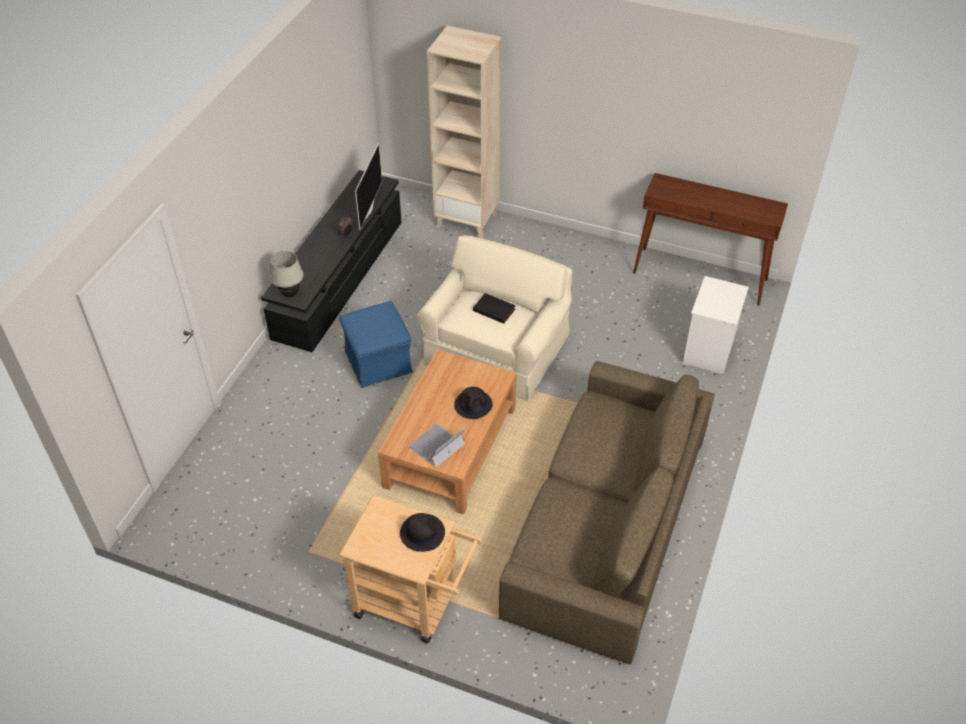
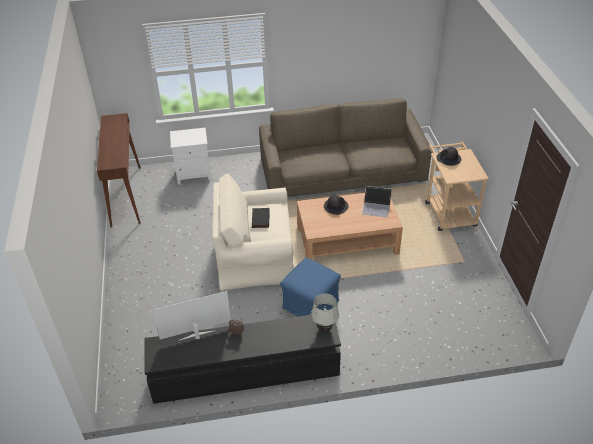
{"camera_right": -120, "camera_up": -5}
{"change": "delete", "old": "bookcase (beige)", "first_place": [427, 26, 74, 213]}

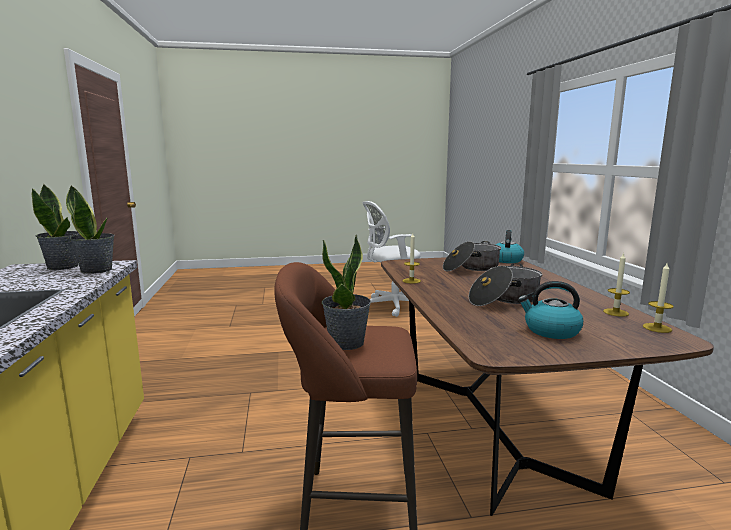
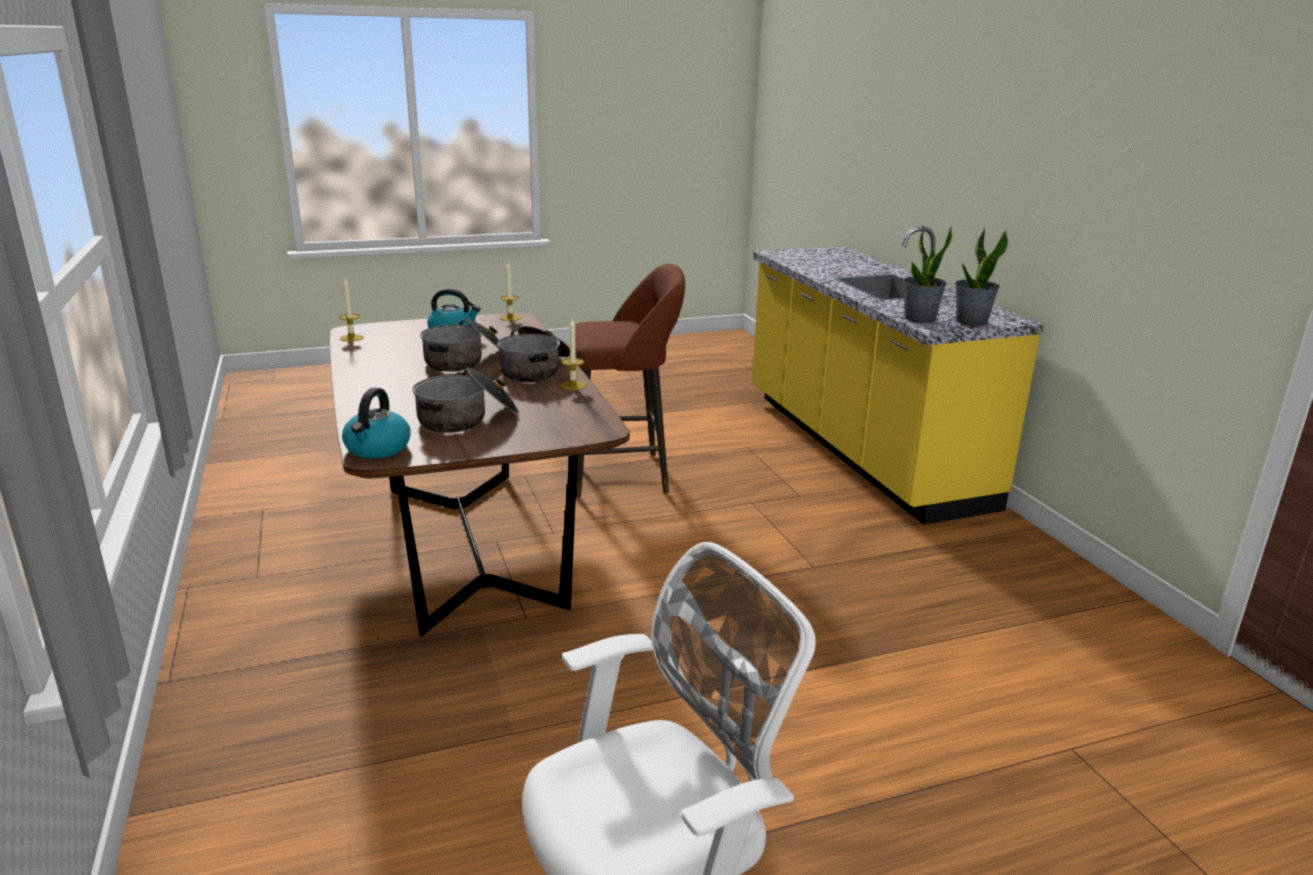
{"camera_right": 170, "camera_up": 10}
{"change": "delete", "old": "potted plant", "first_place": [322, 234, 49, 116]}
{"change": "move", "old": "candle", "first_place": [603, 252, 27, 65], "second_place": [500, 263, 21, 58]}
{"change": "insert", "new": "cooking pot", "second_place": [497, 326, 73, 56]}

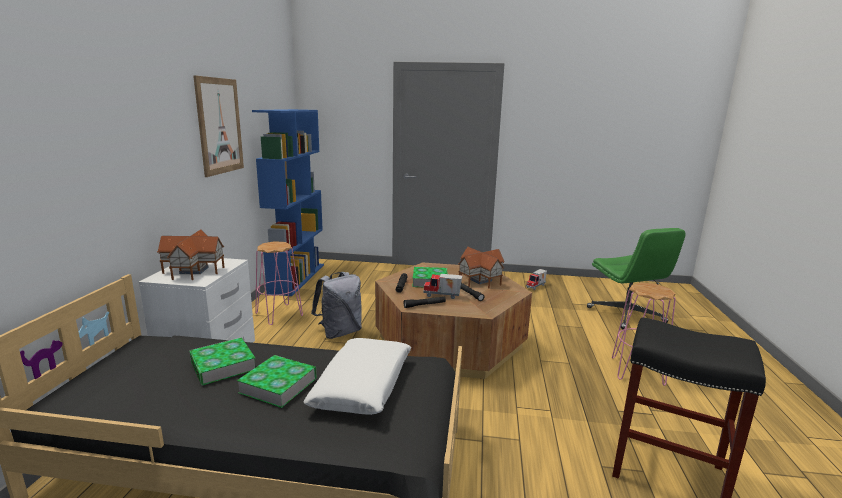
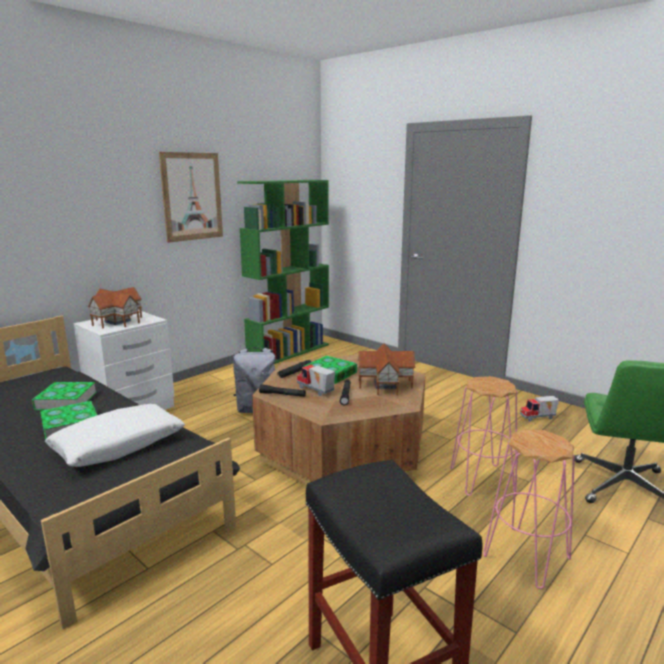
{"camera_right": 35, "camera_up": 0}
{"change": "recolor", "old": "bookcase (blue)", "new": "bookcase (green)", "first_place": [252, 109, 72, 187], "second_place": [237, 180, 92, 184]}
{"change": "move", "old": "stool (pink)", "first_place": [255, 241, 48, 84], "second_place": [450, 376, 67, 120]}

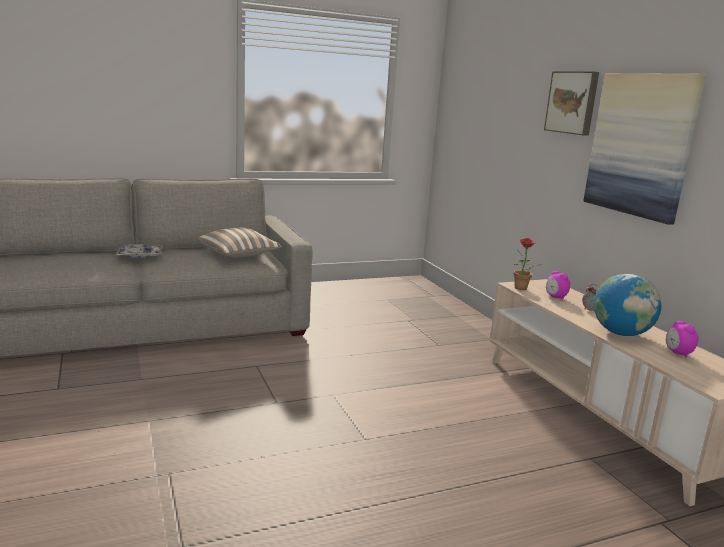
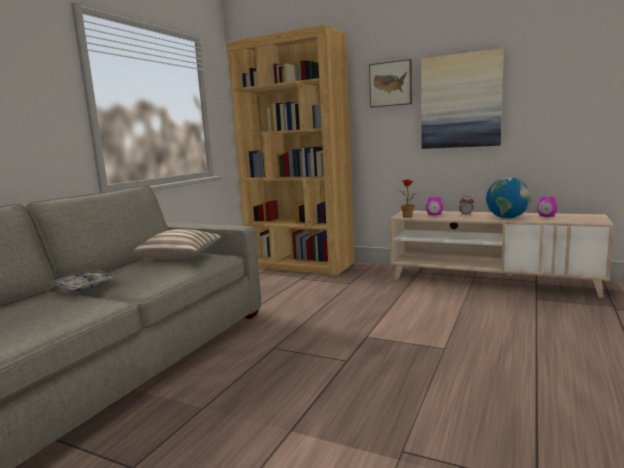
{"camera_right": -40, "camera_up": -5}
{"change": "insert", "new": "bookcase (brown)", "second_place": [226, 24, 129, 252]}

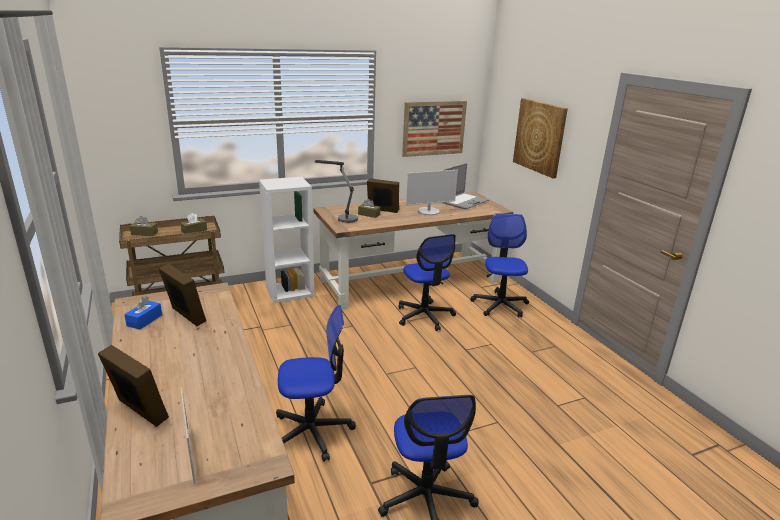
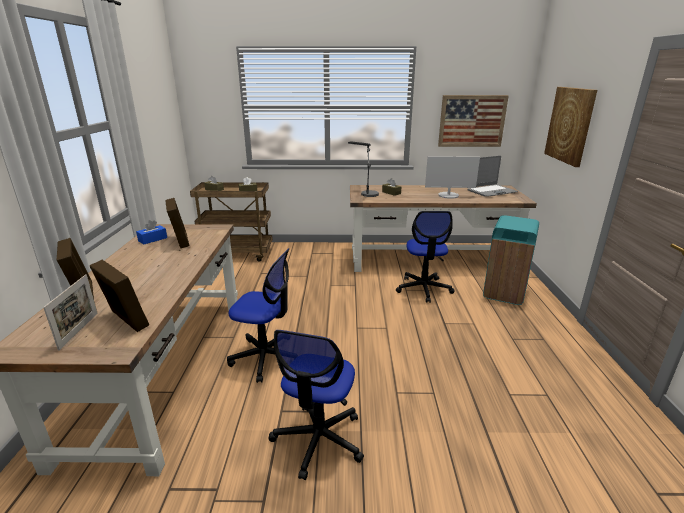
{"camera_right": 25, "camera_up": 0}
{"change": "delete", "old": "bookcase (white)", "first_place": [259, 177, 55, 126]}
{"change": "move", "old": "picture frame", "first_place": [367, 178, 32, 35], "second_place": [90, 260, 59, 72]}
{"change": "replace", "old": "office chair", "new": "trash can (turquoise)", "first_place": [470, 213, 59, 104], "second_place": [483, 215, 56, 90]}

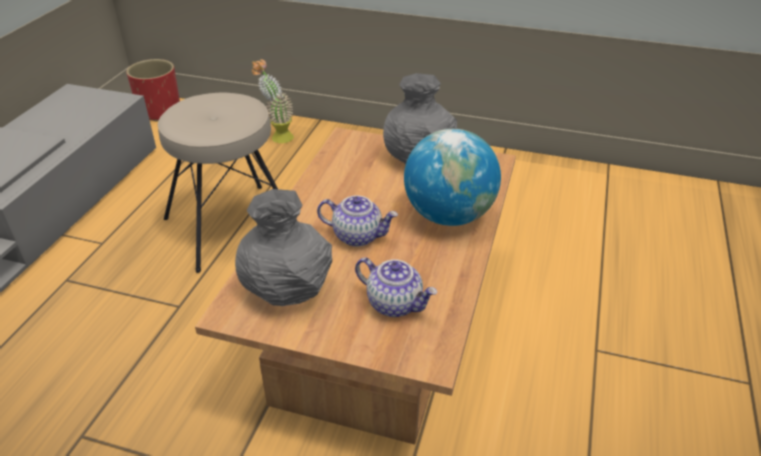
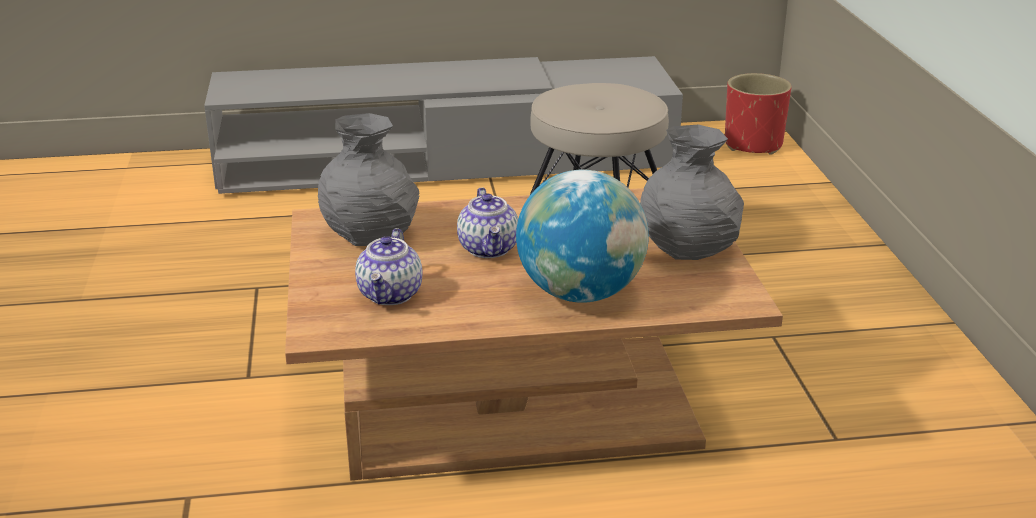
{"camera_right": 65, "camera_up": -10}
{"change": "delete", "old": "potted plant", "first_place": [252, 59, 42, 84]}

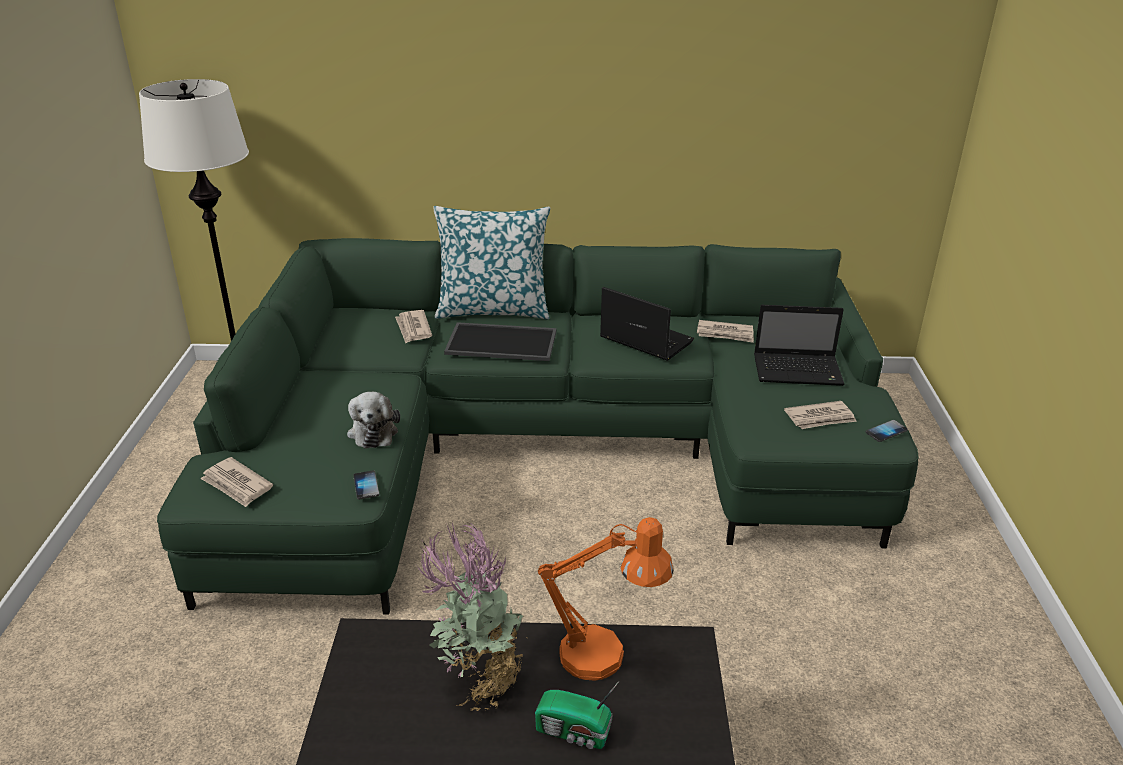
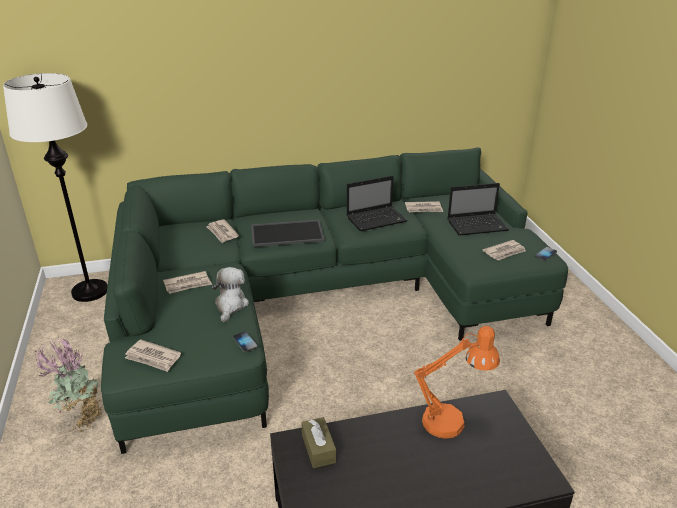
{"camera_right": -15, "camera_up": 0}
{"change": "delete", "old": "pillow", "first_place": [433, 206, 117, 114]}
{"change": "rotate", "old": "laptop", "first_place": [600, 287, 94, 74], "second_place": [346, 176, 61, 55], "degrees": 135}
{"change": "rotate", "old": "plush toy", "first_place": [347, 392, 53, 57], "second_place": [211, 267, 38, 56], "degrees": -150}
{"change": "move", "old": "potted plant", "first_place": [417, 520, 108, 191], "second_place": [34, 338, 68, 94]}
{"change": "delete", "old": "radio", "first_place": [535, 681, 84, 68]}
{"change": "insert", "new": "newspaper", "second_place": [163, 271, 49, 23]}
{"change": "insert", "new": "tissue box (brown)", "second_place": [301, 417, 35, 51]}

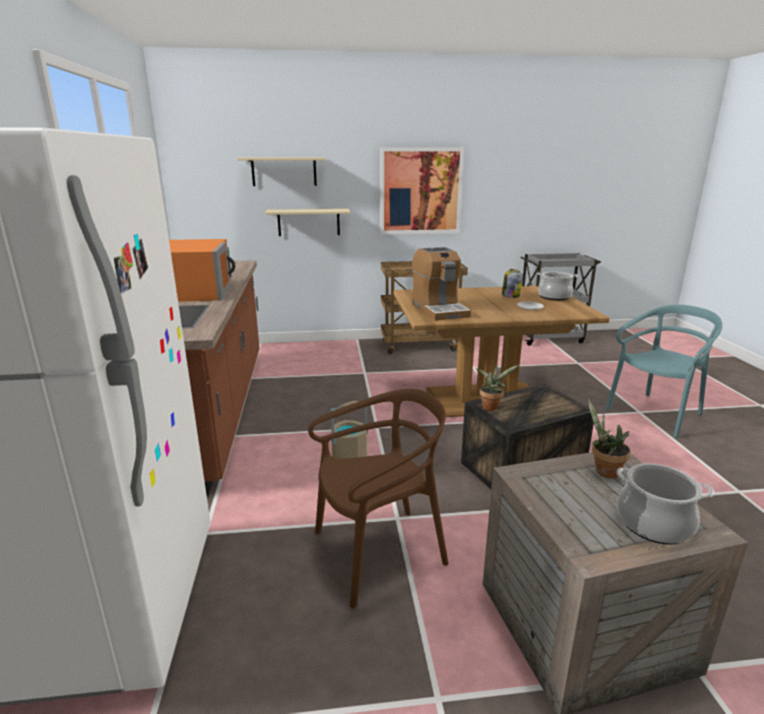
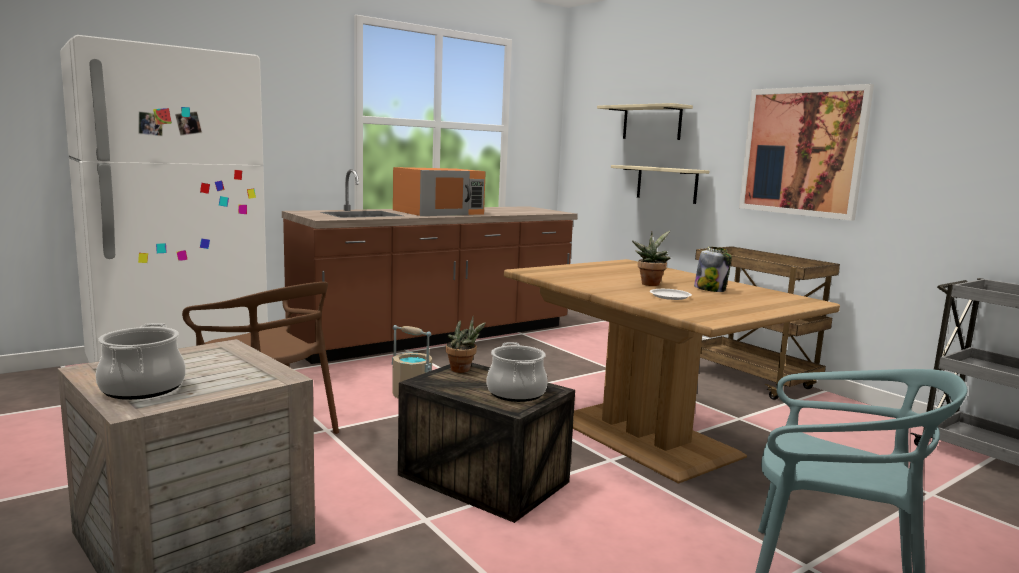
{"camera_right": 60, "camera_up": -10}
{"change": "delete", "old": "coffee machine", "first_place": [412, 247, 59, 74]}
{"change": "move", "old": "cooking pot", "first_place": [537, 272, 41, 29], "second_place": [487, 342, 61, 60]}
{"change": "move", "old": "potted plant", "first_place": [588, 399, 42, 79], "second_place": [632, 230, 38, 56]}

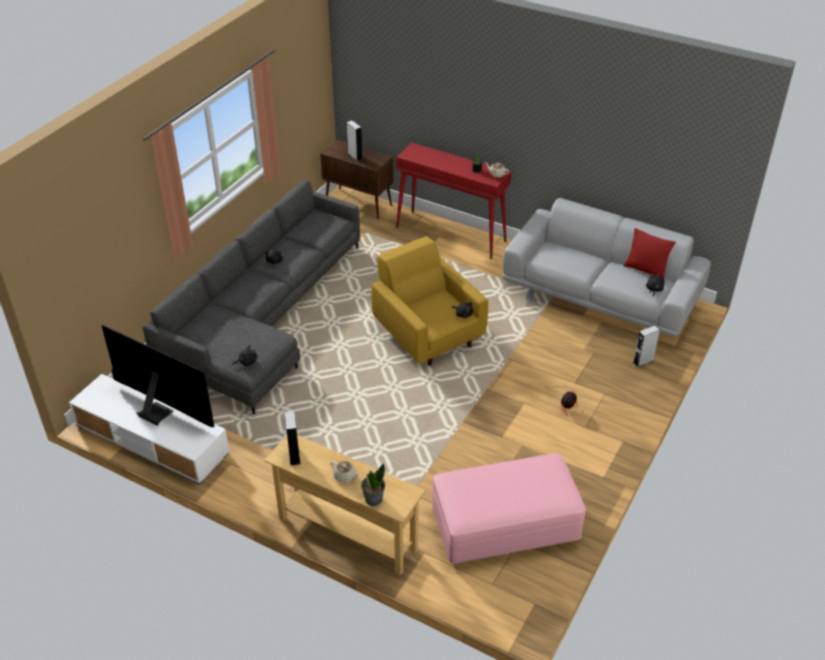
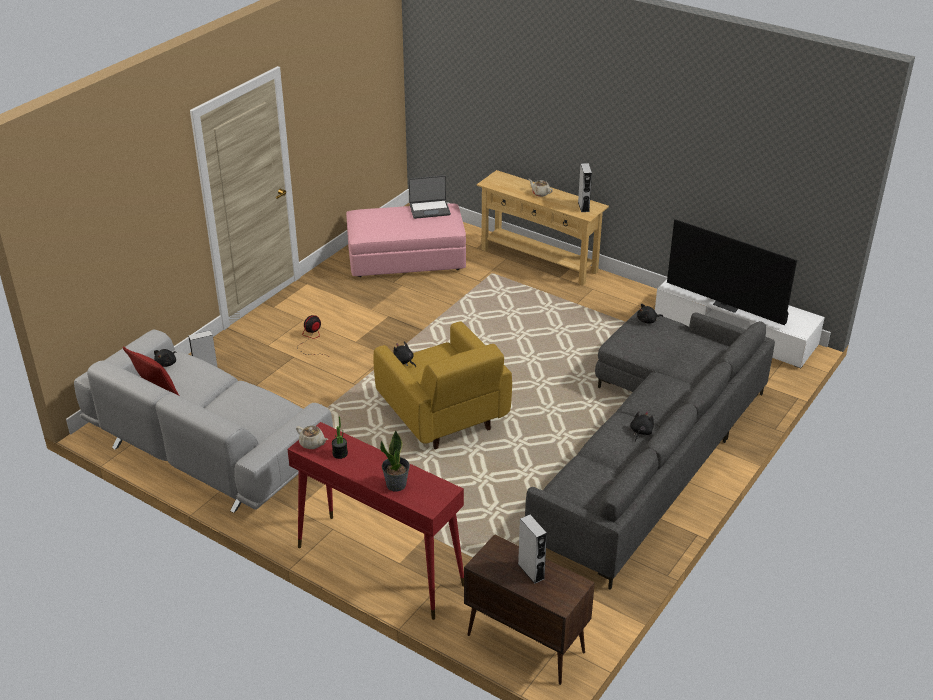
{"camera_right": -175, "camera_up": -5}
{"change": "move", "old": "potted plant", "first_place": [361, 463, 24, 43], "second_place": [380, 431, 30, 61]}
{"change": "insert", "new": "laptop", "second_place": [409, 175, 42, 44]}

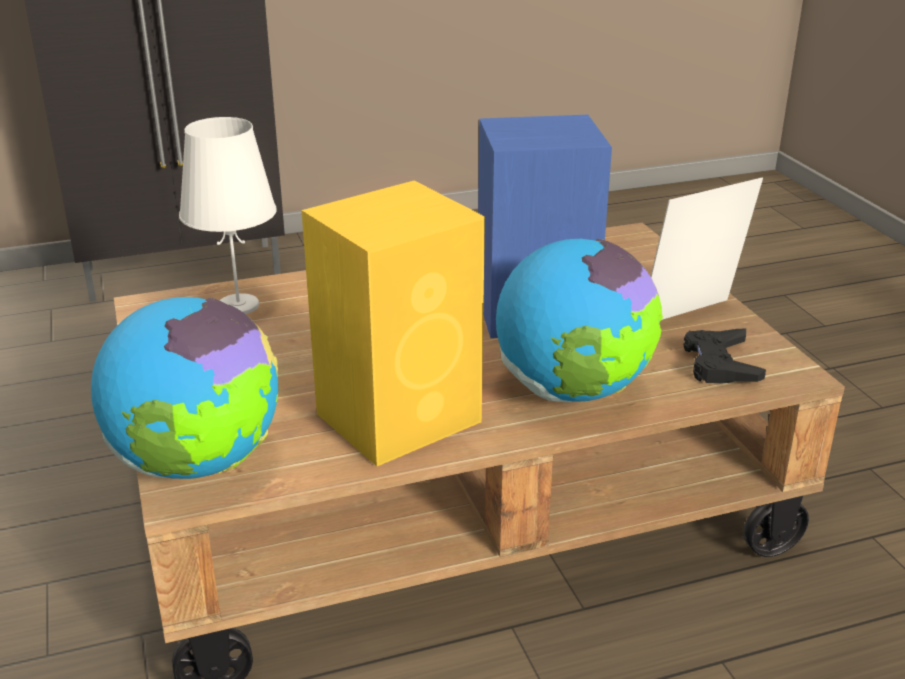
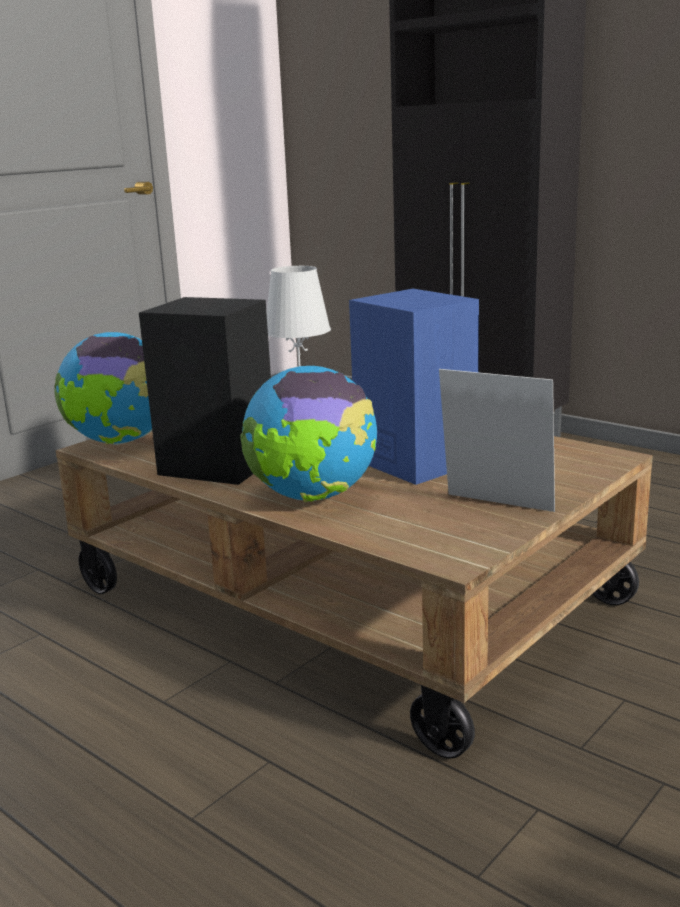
{"camera_right": 60, "camera_up": -10}
{"change": "recolor", "old": "speaker (yellow)", "new": "speaker (black)", "first_place": [302, 181, 183, 285], "second_place": [139, 297, 132, 188]}
{"change": "delete", "old": "game controller (black)", "first_place": [683, 329, 83, 54]}

